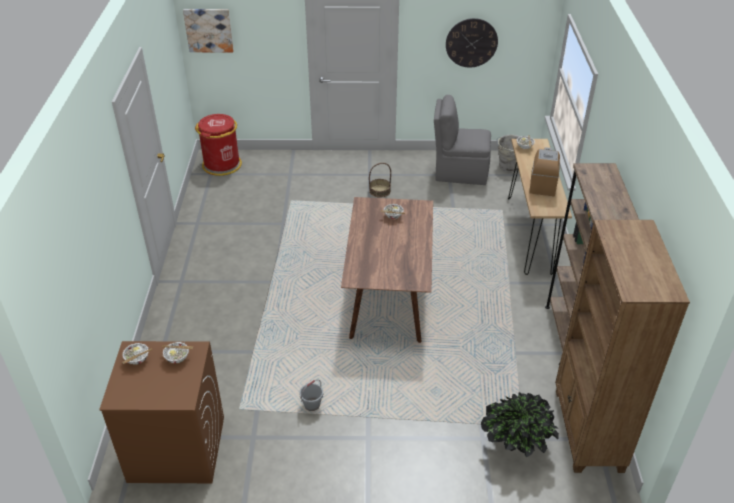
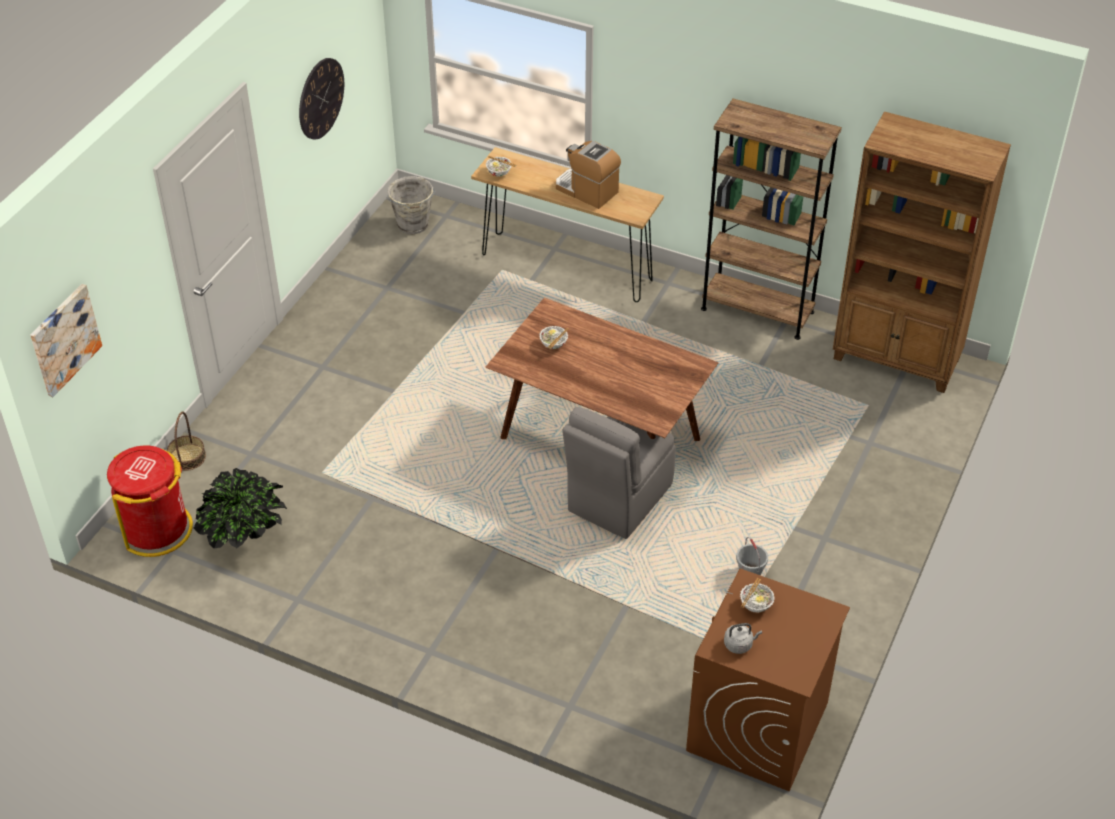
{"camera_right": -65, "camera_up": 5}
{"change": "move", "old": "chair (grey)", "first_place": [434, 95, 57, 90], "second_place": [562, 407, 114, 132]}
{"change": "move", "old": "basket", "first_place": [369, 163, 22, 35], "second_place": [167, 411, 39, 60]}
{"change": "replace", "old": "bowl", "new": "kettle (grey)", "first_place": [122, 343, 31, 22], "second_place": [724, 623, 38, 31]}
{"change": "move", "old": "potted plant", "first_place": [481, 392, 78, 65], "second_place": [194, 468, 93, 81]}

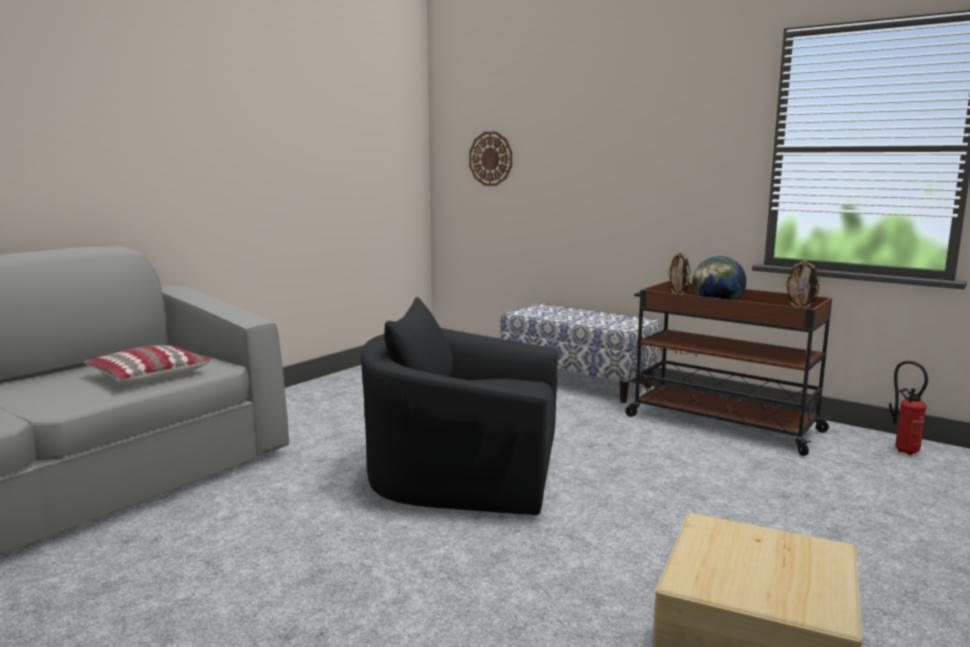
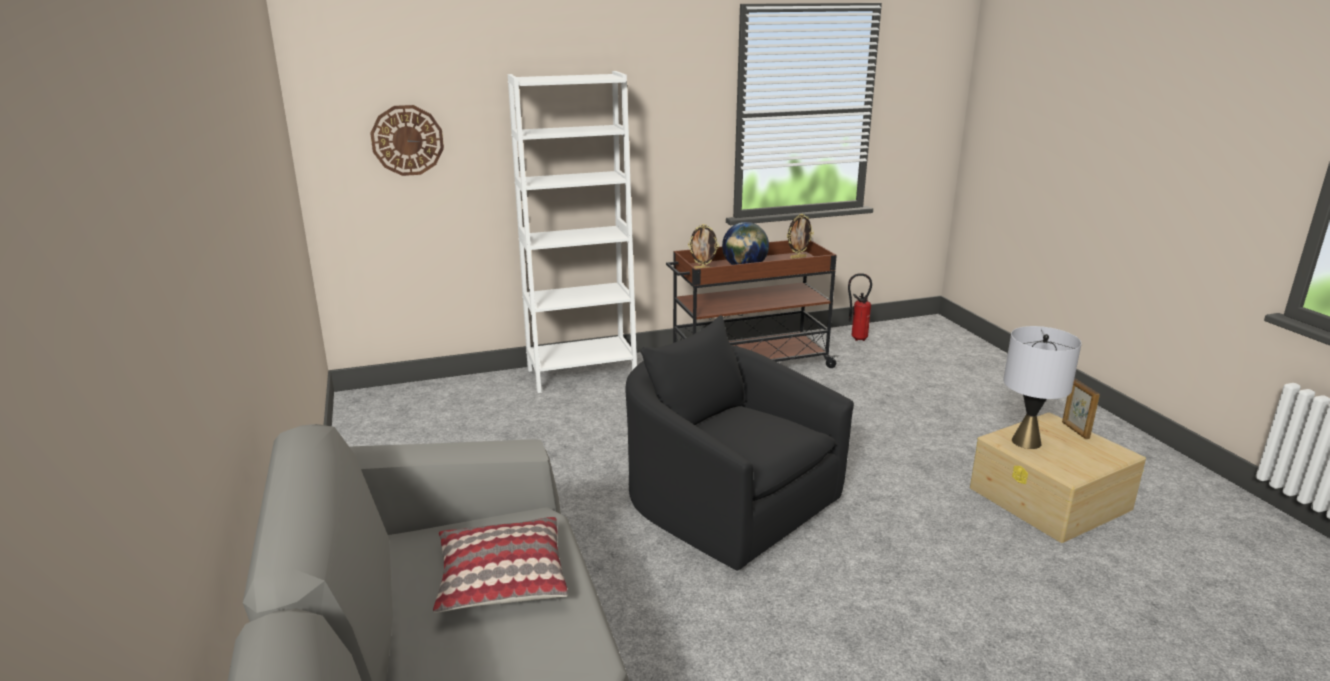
{"camera_right": -55, "camera_up": 10}
{"change": "rotate", "old": "armchair (black)", "first_place": [361, 297, 197, 218], "second_place": [625, 315, 229, 255], "degrees": 90}
{"change": "replace", "old": "bench", "new": "bookcase (white)", "first_place": [500, 303, 160, 100], "second_place": [508, 71, 129, 322]}
{"change": "insert", "new": "table lamp (grey)", "second_place": [1003, 326, 79, 123]}
{"change": "insert", "new": "picture frame", "second_place": [1062, 378, 38, 61]}

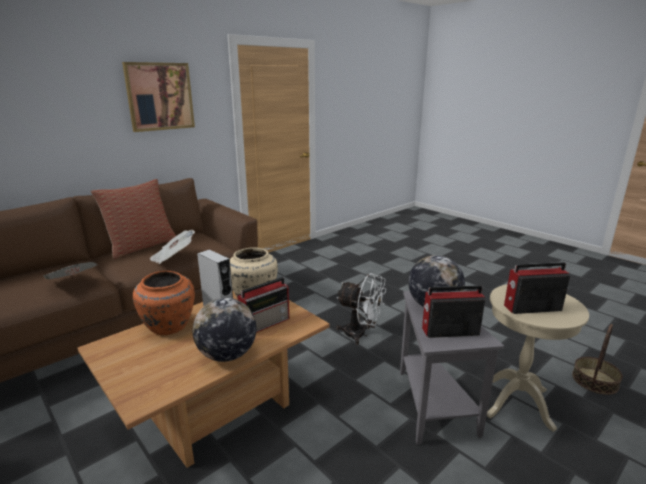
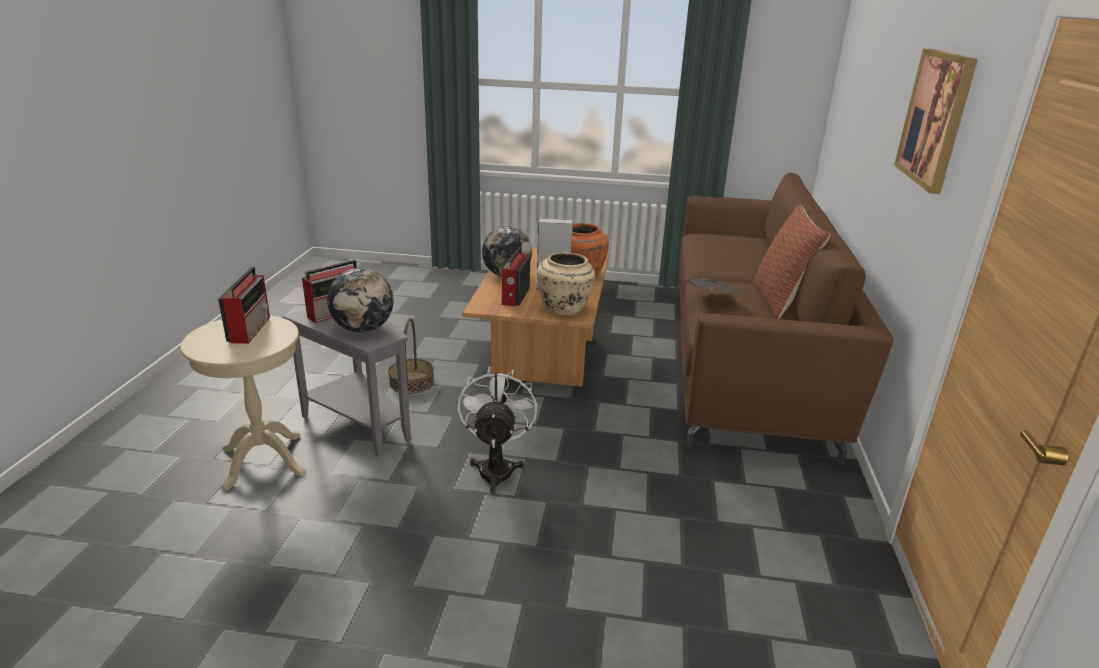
{"camera_right": 140, "camera_up": 5}
{"change": "delete", "old": "newspaper", "first_place": [43, 262, 55, 18]}
{"change": "rotate", "old": "radio", "first_place": [504, 262, 66, 52], "second_place": [218, 267, 52, 77], "degrees": -45}
{"change": "rotate", "old": "fan (white)", "first_place": [336, 273, 50, 72], "second_place": [458, 367, 79, 127], "degrees": 105}
{"change": "move", "old": "basket", "first_place": [572, 324, 51, 71], "second_place": [388, 318, 46, 76]}

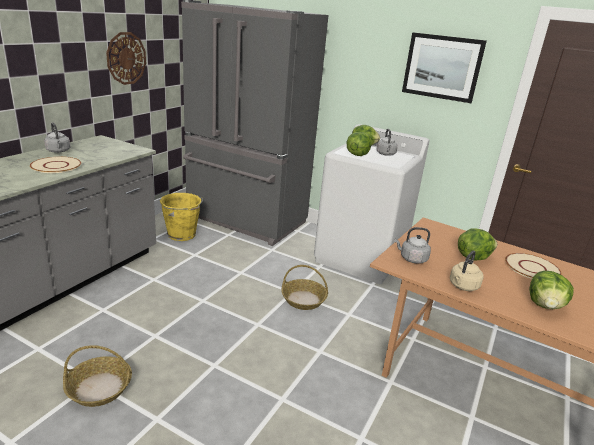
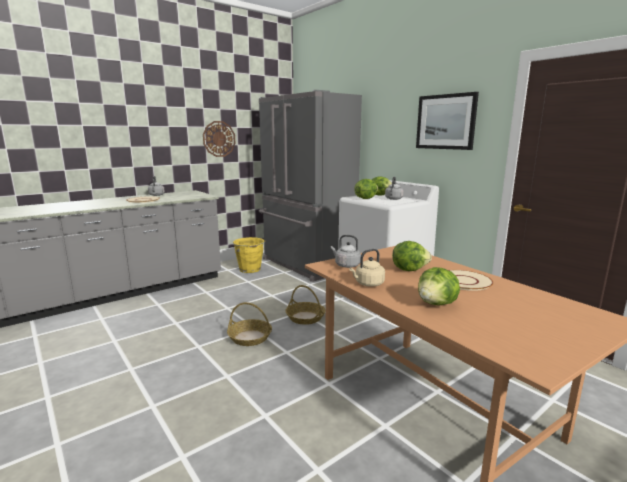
{"camera_right": 25, "camera_up": -10}
{"change": "move", "old": "basket", "first_place": [63, 345, 69, 62], "second_place": [227, 302, 45, 44]}

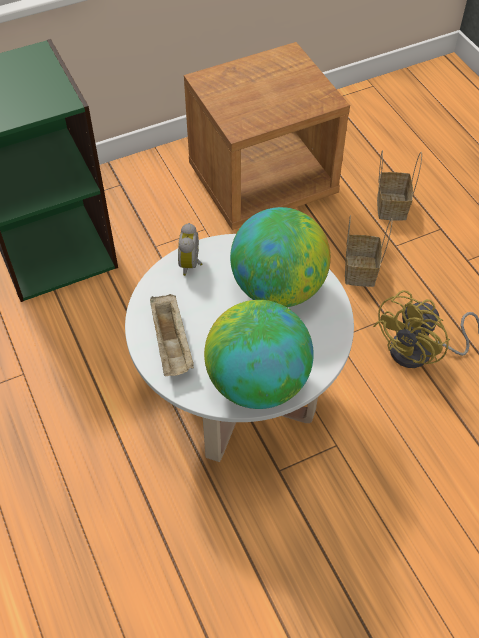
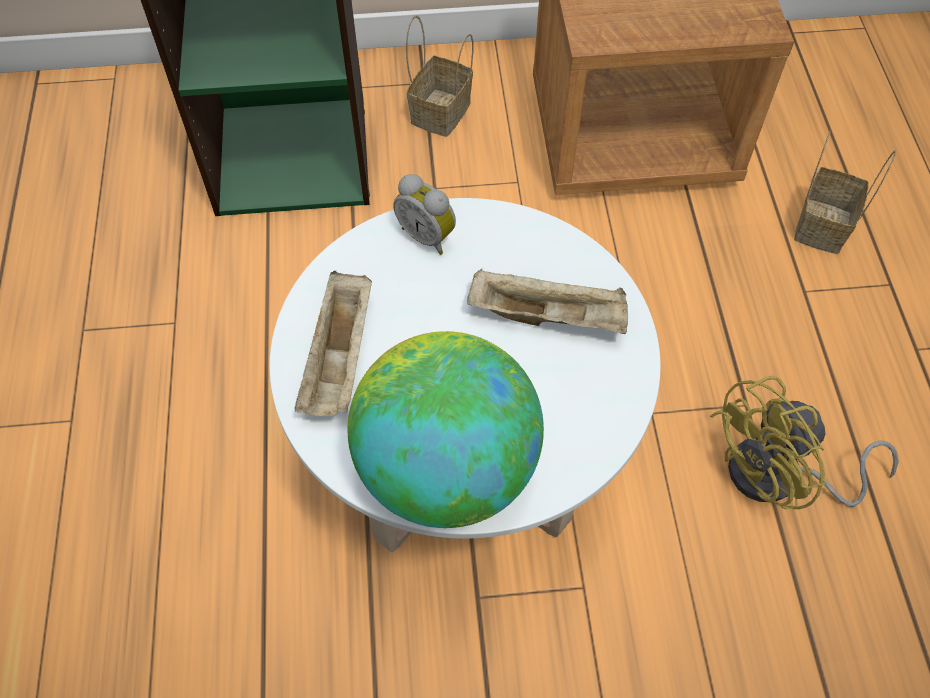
{"camera_right": 20, "camera_up": 5}
{"change": "replace", "old": "globe", "new": "tray (beige)", "first_place": [230, 207, 101, 100], "second_place": [467, 269, 161, 65]}
{"change": "move", "old": "basket", "first_place": [345, 215, 47, 72], "second_place": [406, 15, 68, 122]}
{"change": "rotate", "old": "alarm clock", "first_place": [178, 223, 24, 53], "second_place": [393, 174, 63, 81], "degrees": -75}

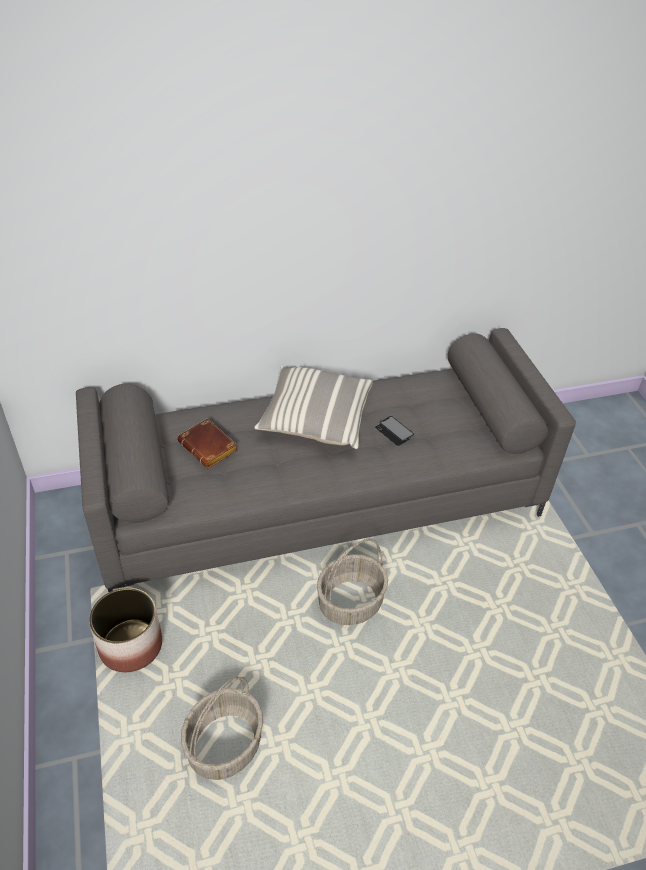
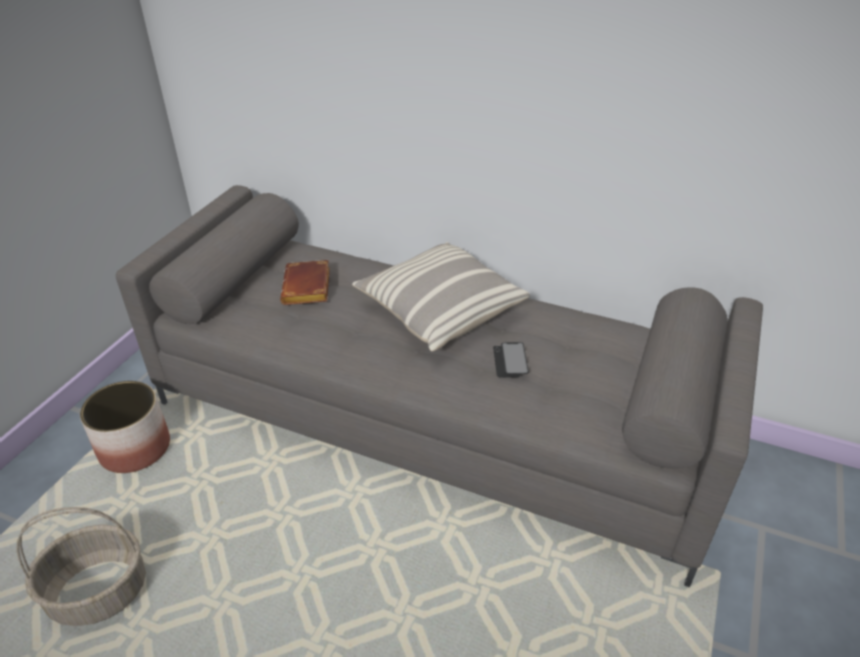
{"camera_right": 40, "camera_up": -5}
{"change": "delete", "old": "basket", "first_place": [317, 538, 71, 87]}

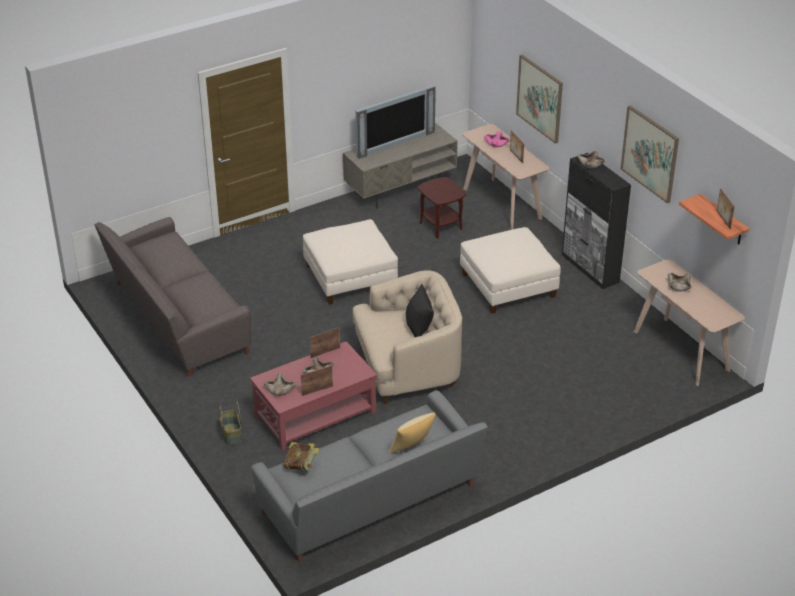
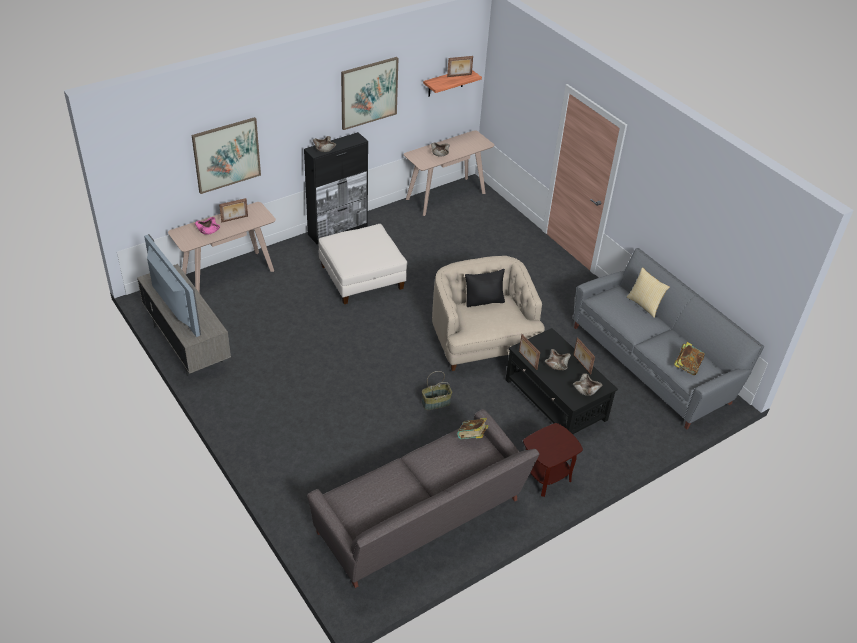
{"camera_right": -95, "camera_up": 5}
{"change": "move", "old": "side table (brown)", "first_place": [417, 177, 49, 61], "second_place": [523, 423, 60, 74]}
{"change": "delete", "old": "ottoman (white)", "first_place": [303, 219, 95, 86]}
{"change": "recolor", "old": "coffee table (red)", "new": "coffee table (black)", "first_place": [250, 341, 127, 110], "second_place": [505, 328, 113, 106]}
{"change": "move", "old": "basket", "first_place": [218, 400, 24, 45], "second_place": [422, 371, 30, 39]}
{"change": "insert", "new": "book", "second_place": [457, 418, 32, 21]}

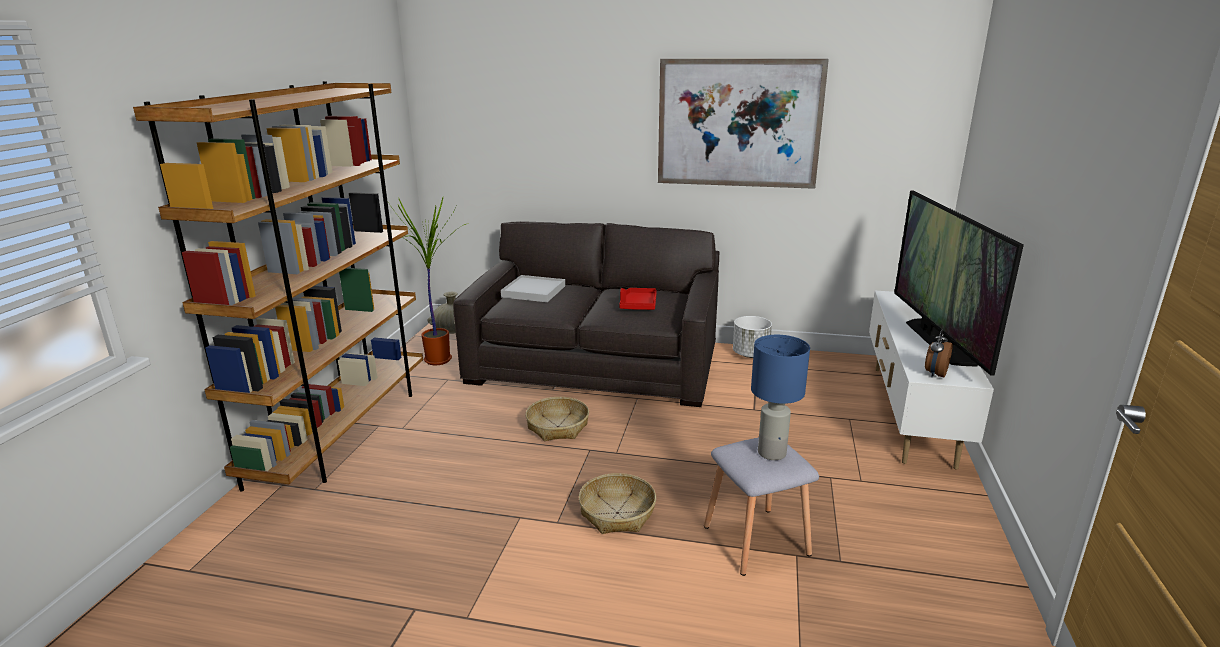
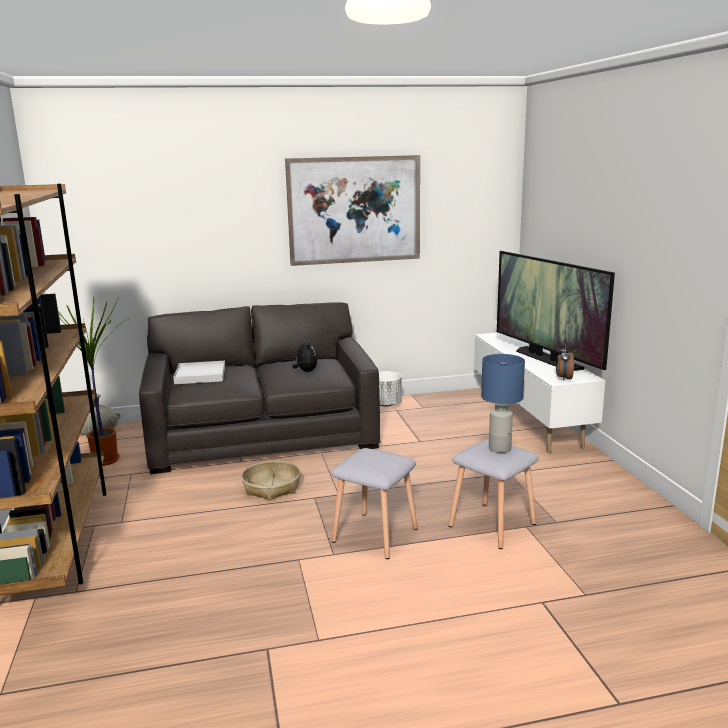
{"camera_right": -25, "camera_up": -5}
{"change": "replace", "old": "tray (red)", "new": "plush toy", "first_place": [619, 288, 38, 22], "second_place": [292, 339, 26, 33]}
{"change": "replace", "old": "basket", "new": "stool (grey)", "first_place": [579, 473, 77, 61], "second_place": [331, 448, 87, 111]}

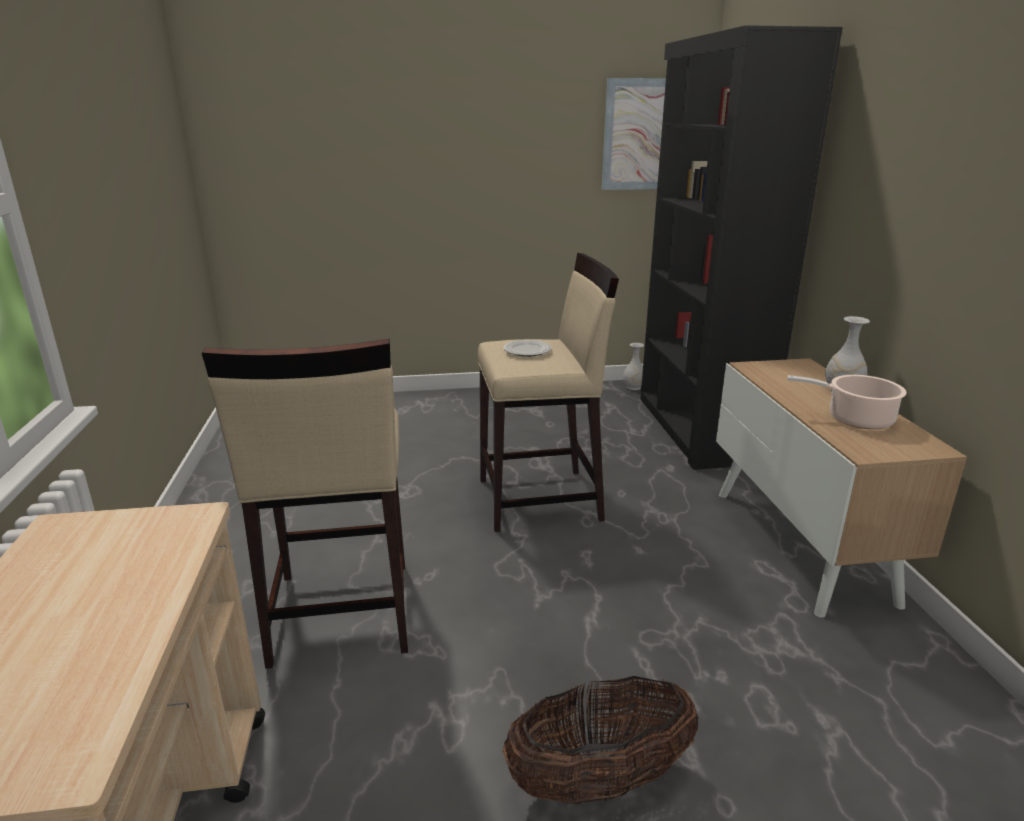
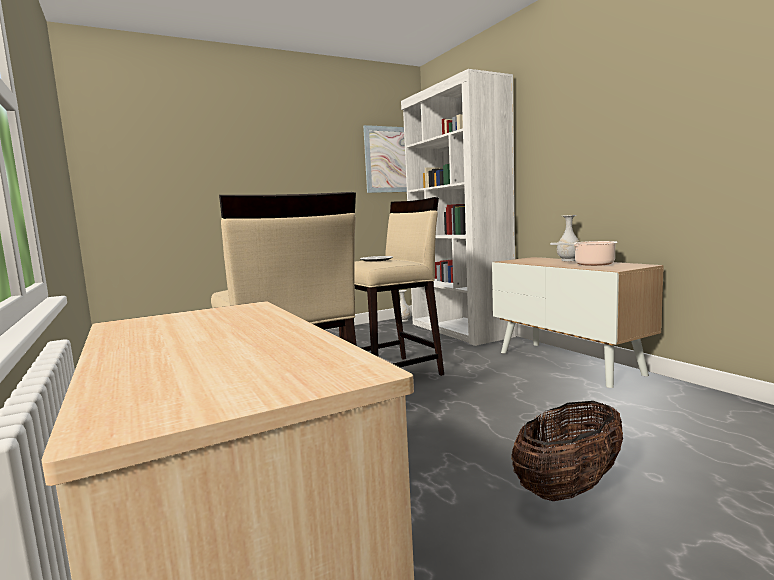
{"camera_right": -20, "camera_up": -15}
{"change": "recolor", "old": "bookcase (black)", "new": "bookcase (white)", "first_place": [641, 25, 202, 445], "second_place": [401, 69, 115, 277]}

